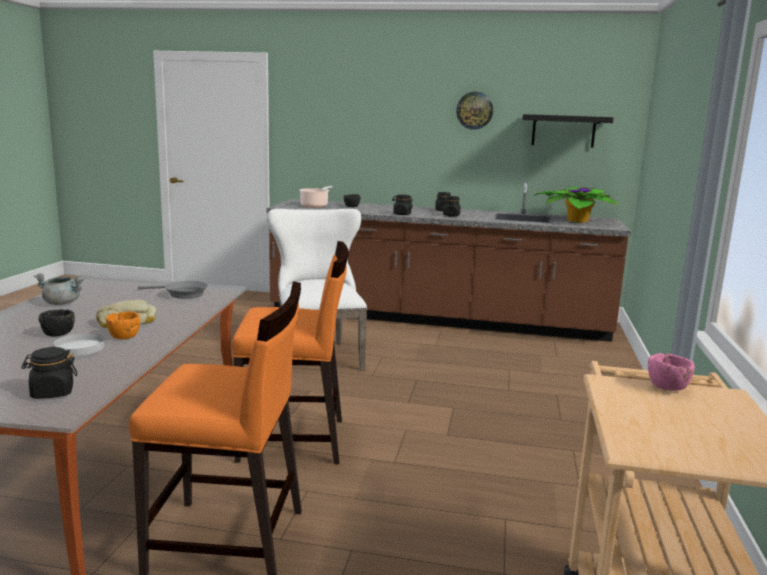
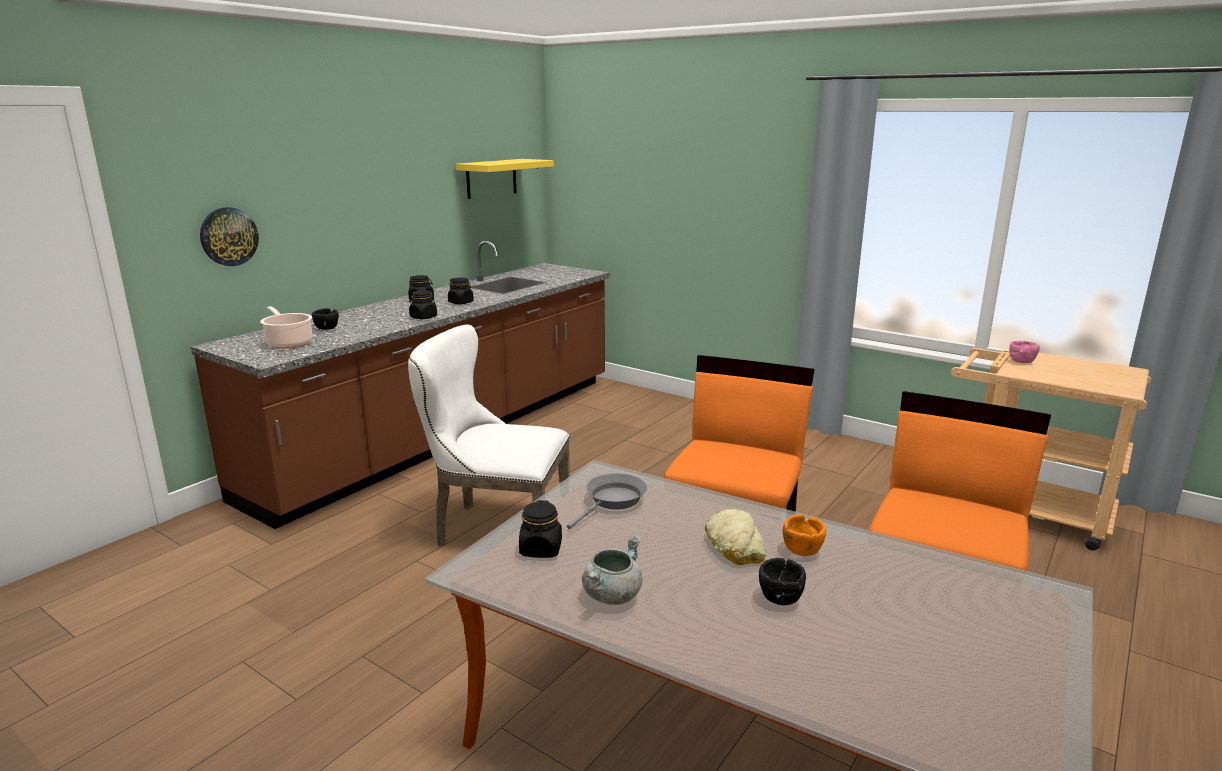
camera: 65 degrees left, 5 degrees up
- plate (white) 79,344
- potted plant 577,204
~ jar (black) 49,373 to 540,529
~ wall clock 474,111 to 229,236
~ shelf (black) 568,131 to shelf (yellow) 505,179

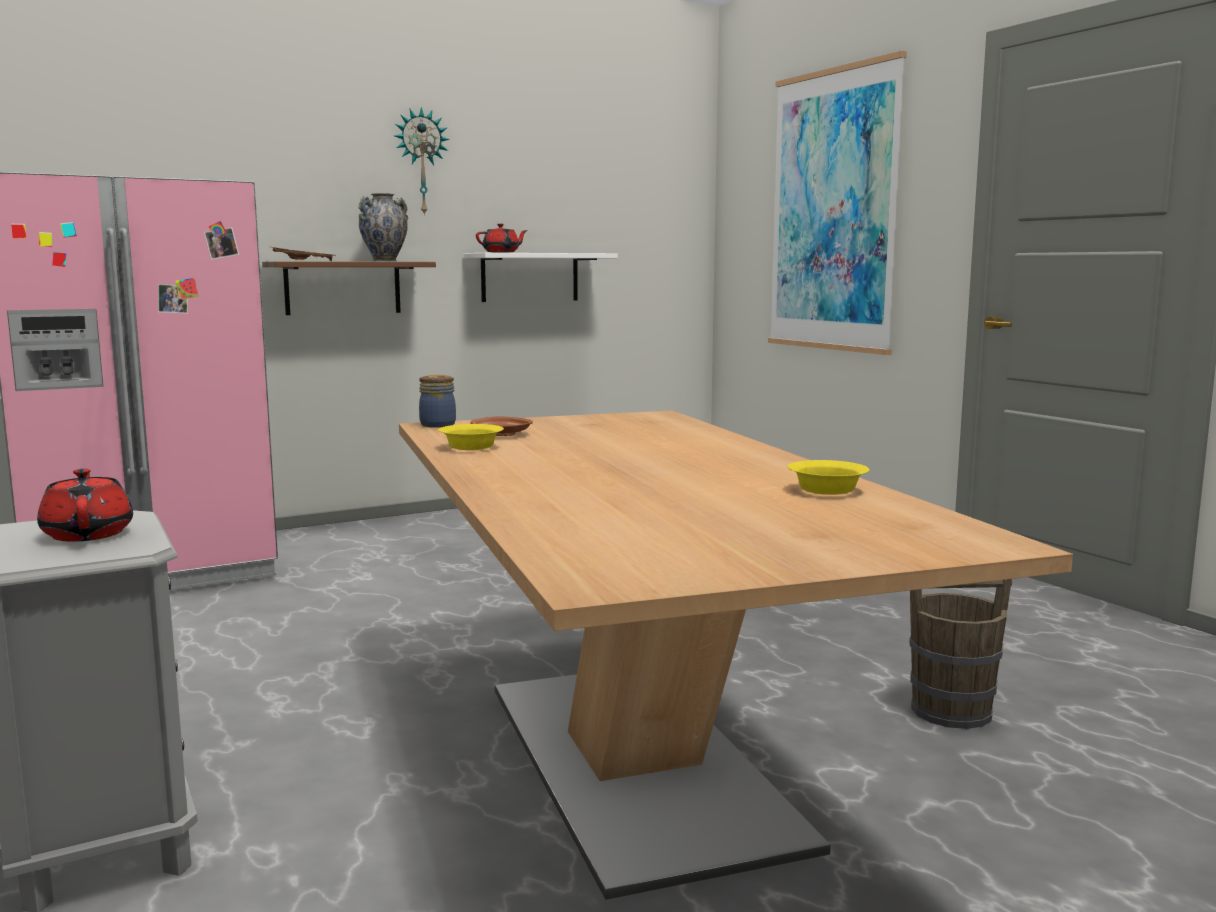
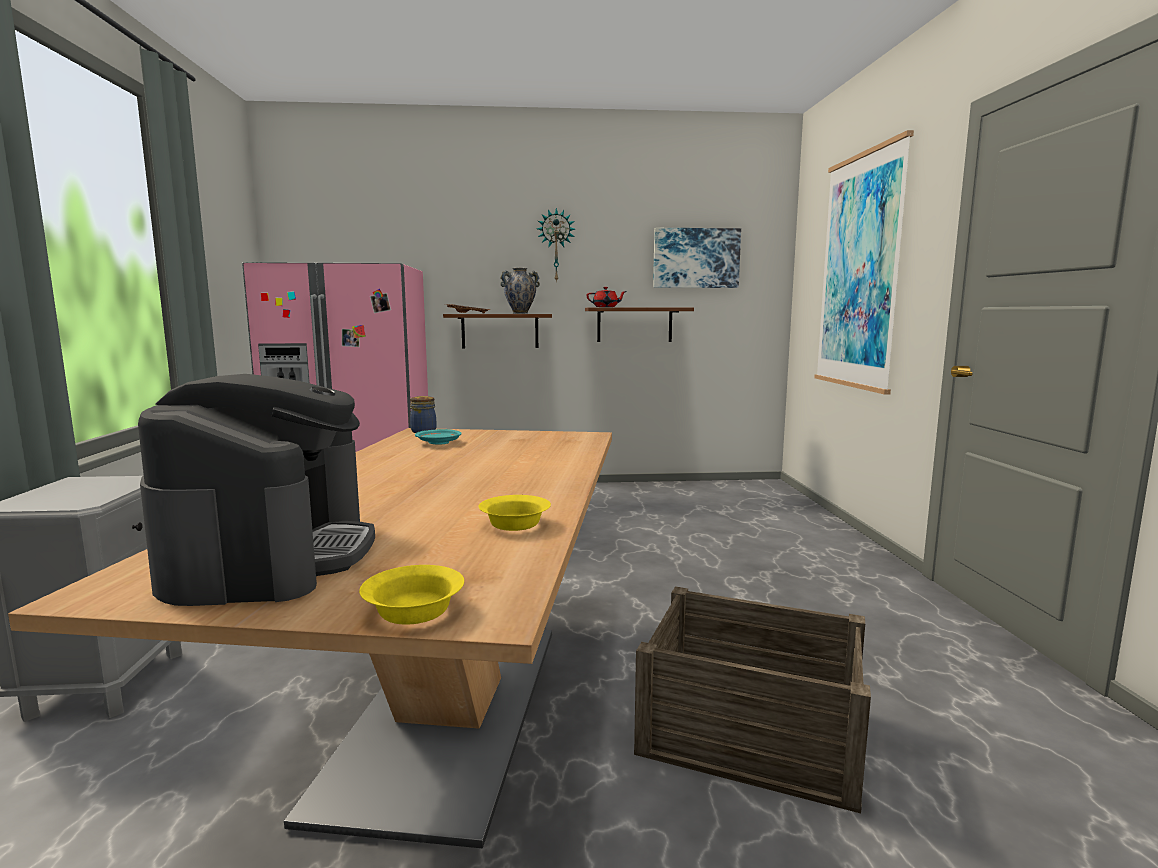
camera: 25 degrees right, 0 degrees up
- teapot (red) 85,505
+ coffee machine 256,490
+ picture 697,258
~ bowl (yellow) 471,437 to 411,595
~ bucket (brown) 961,654 to crate 752,699
~ shelf (white) 541,277 to shelf (brown) 639,324
~ plate (brown) 501,426 to plate (turquoise) 438,437

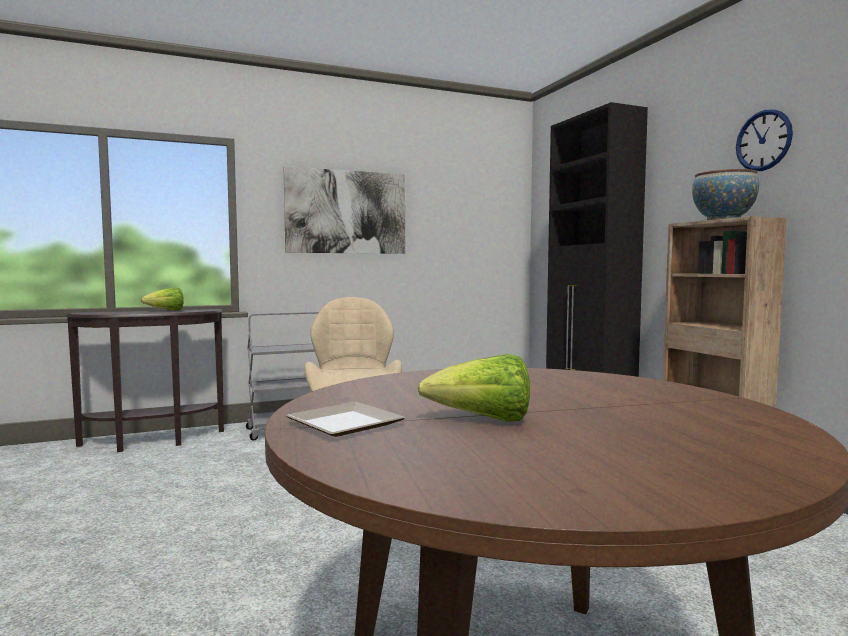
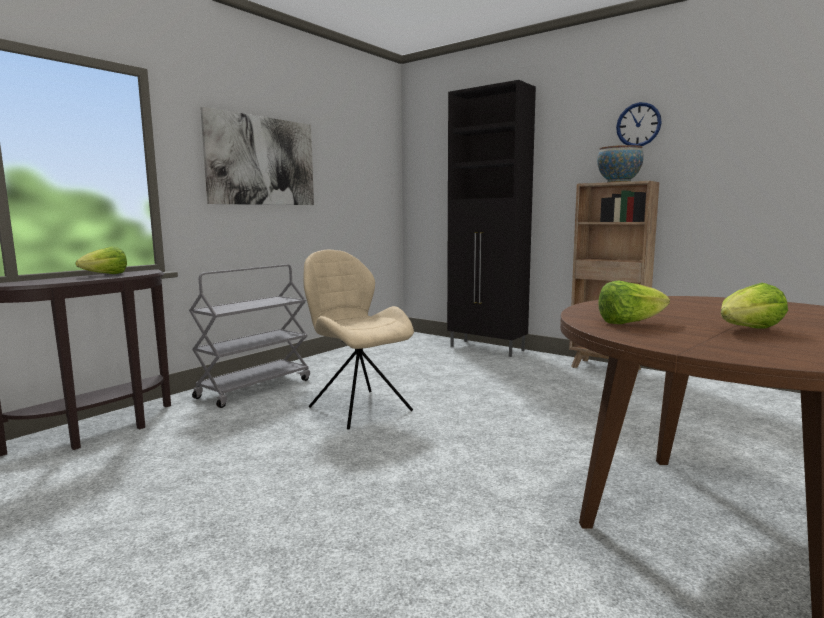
camera: 30 degrees left, 5 degrees up
- plate 345,419
+ lettuce 634,302

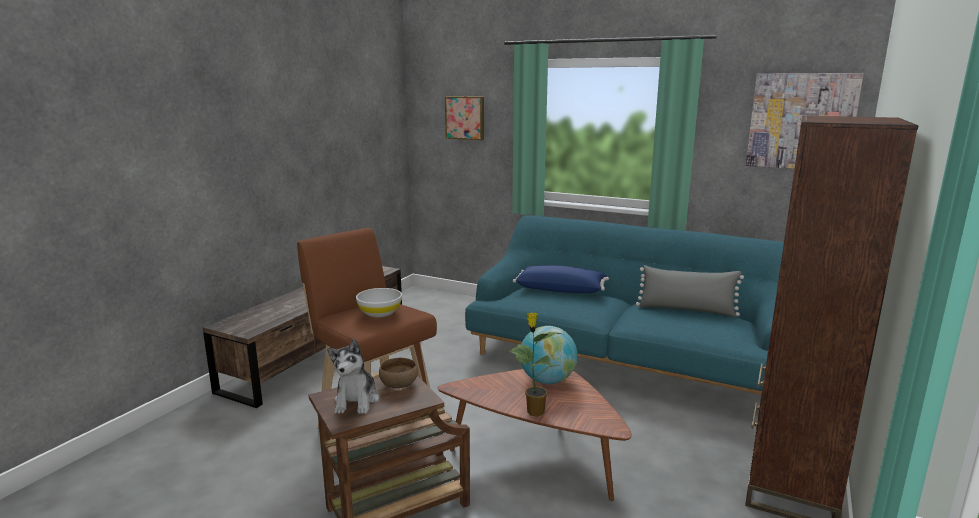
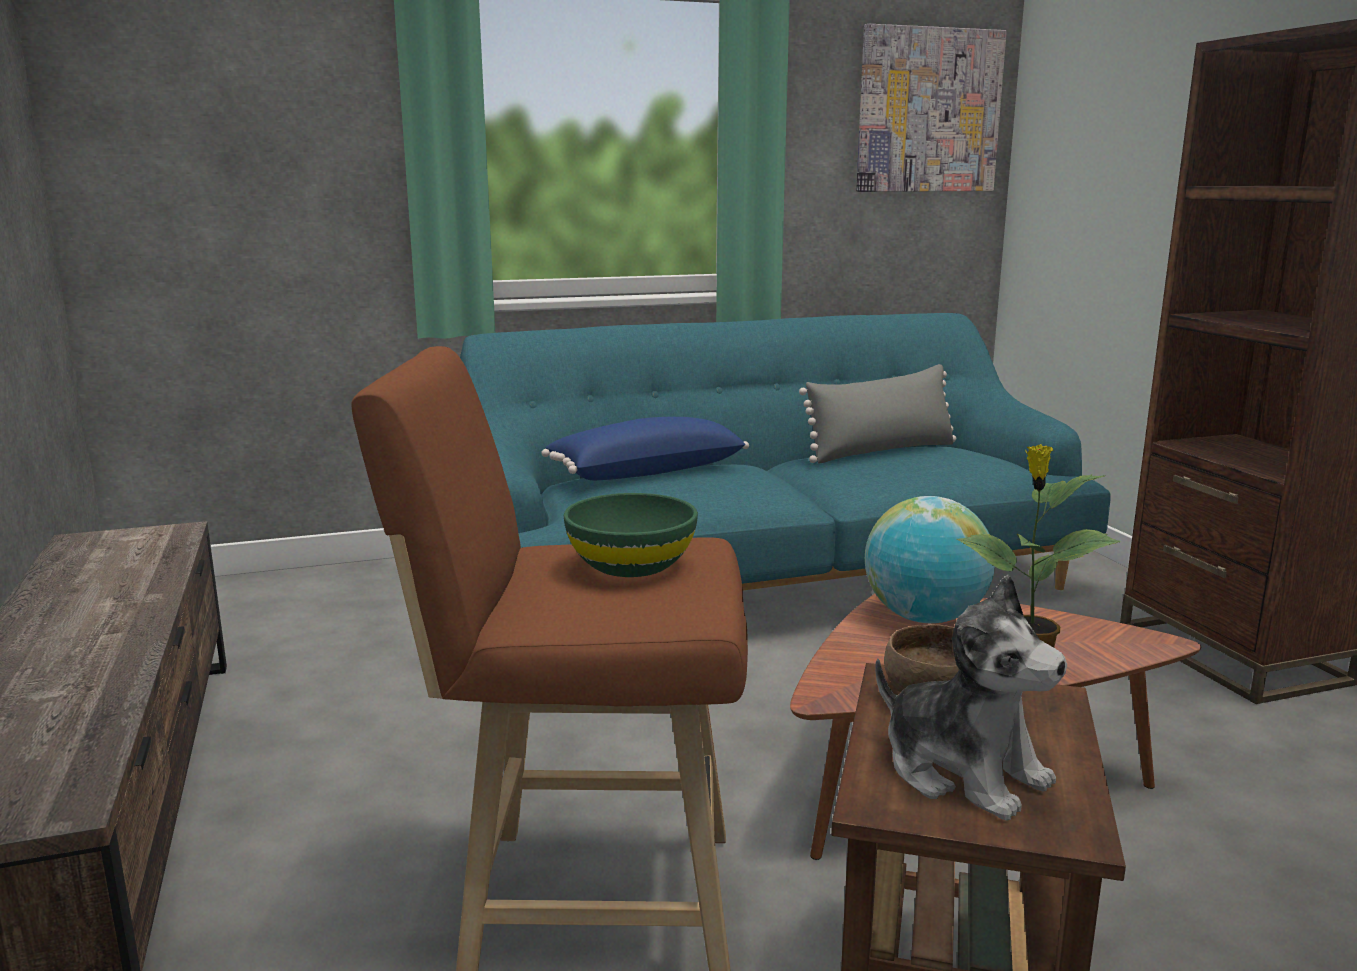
camera: 45 degrees left, 0 degrees up
- picture 464,118
~ bowl (white) 379,302 to bowl (green) 631,535

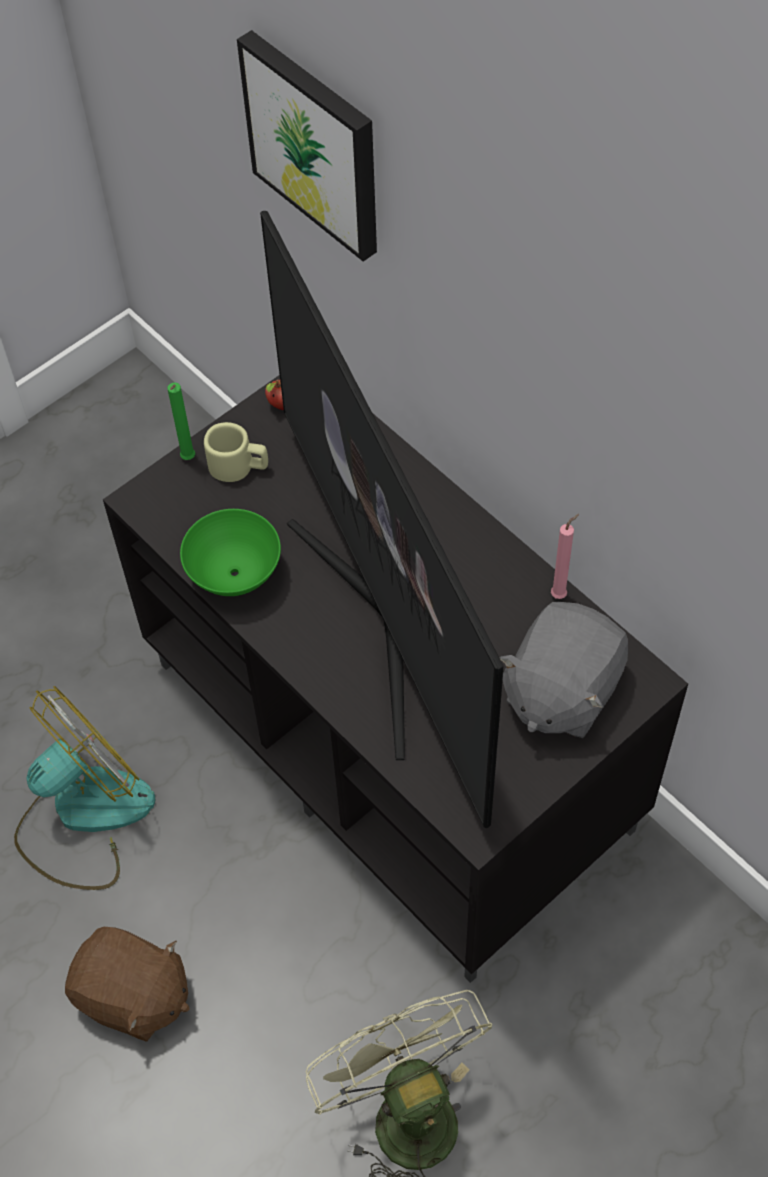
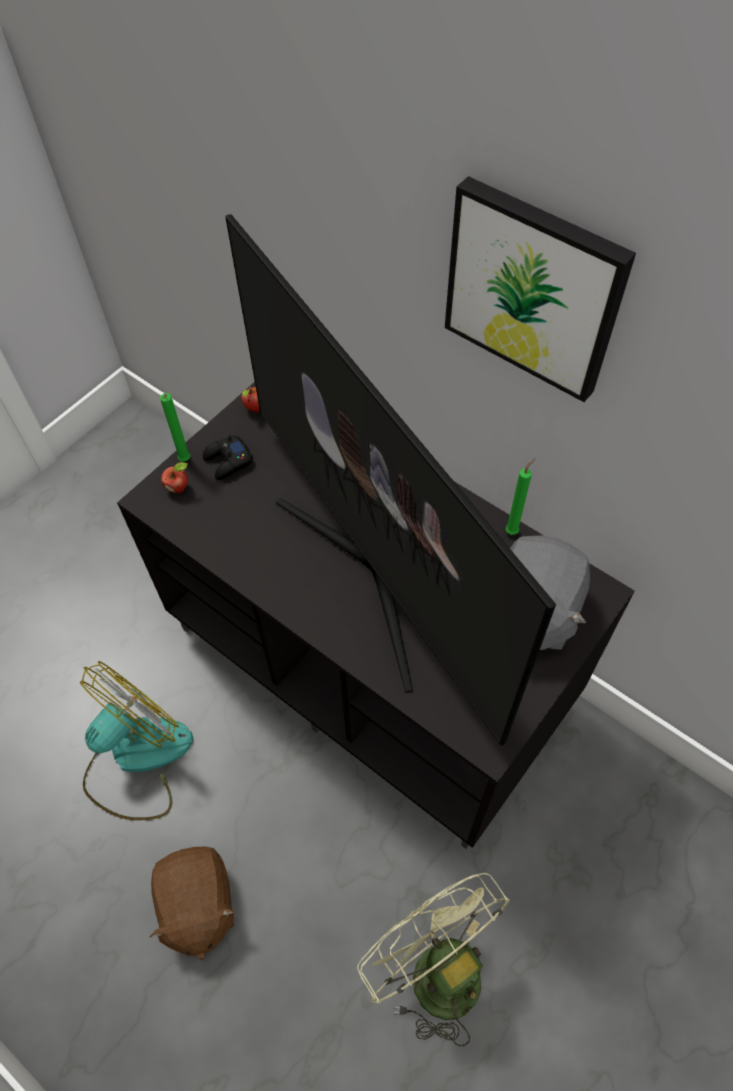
camera: 10 degrees left, 0 degrees up
- bowl (green) 230,552
+ apple 174,477
~ picture 307,145 to 540,289
~ mug (beige) 236,452 to game controller (black) 228,457
~ candle (pink) 565,556 to candle (green) 520,496
~ plush toy (brown) 127,984 = 192,903 60 degrees clockwise

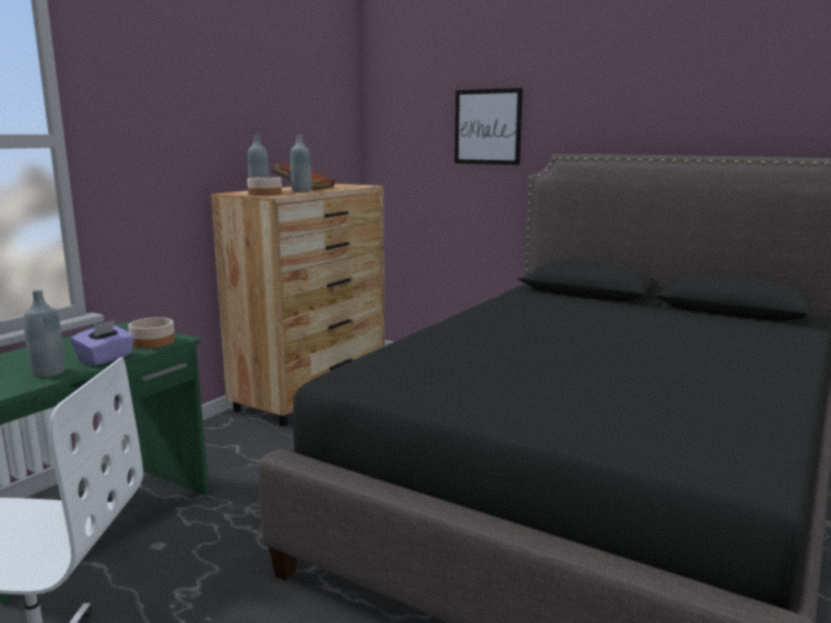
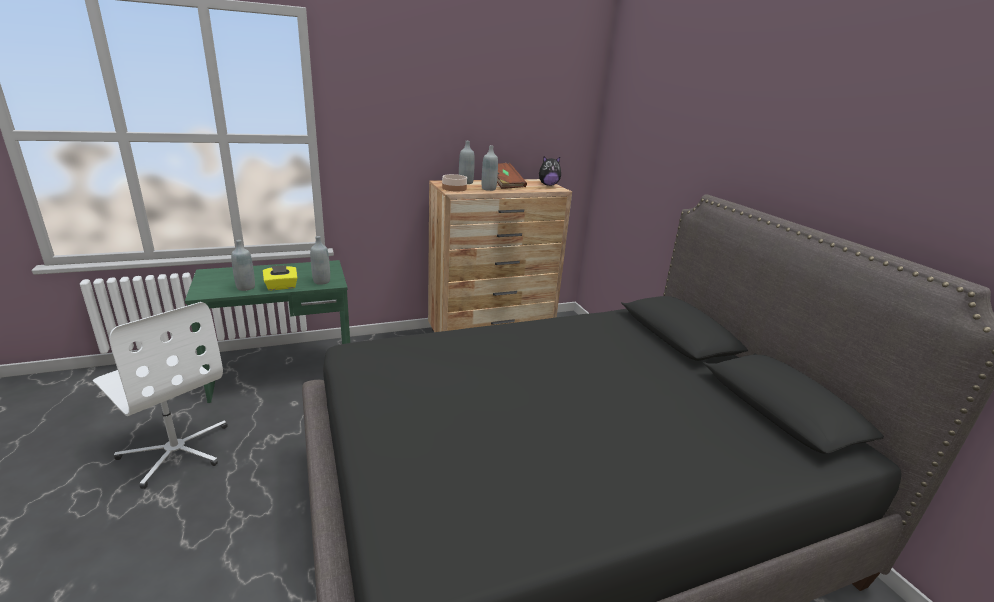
camera: 35 degrees right, 10 degrees up
- picture 489,126
+ plush toy 550,171
~ bowl 151,333 to bottle (grey) 320,260
~ tissue box (purple) 103,343 to tissue box (yellow) 280,277

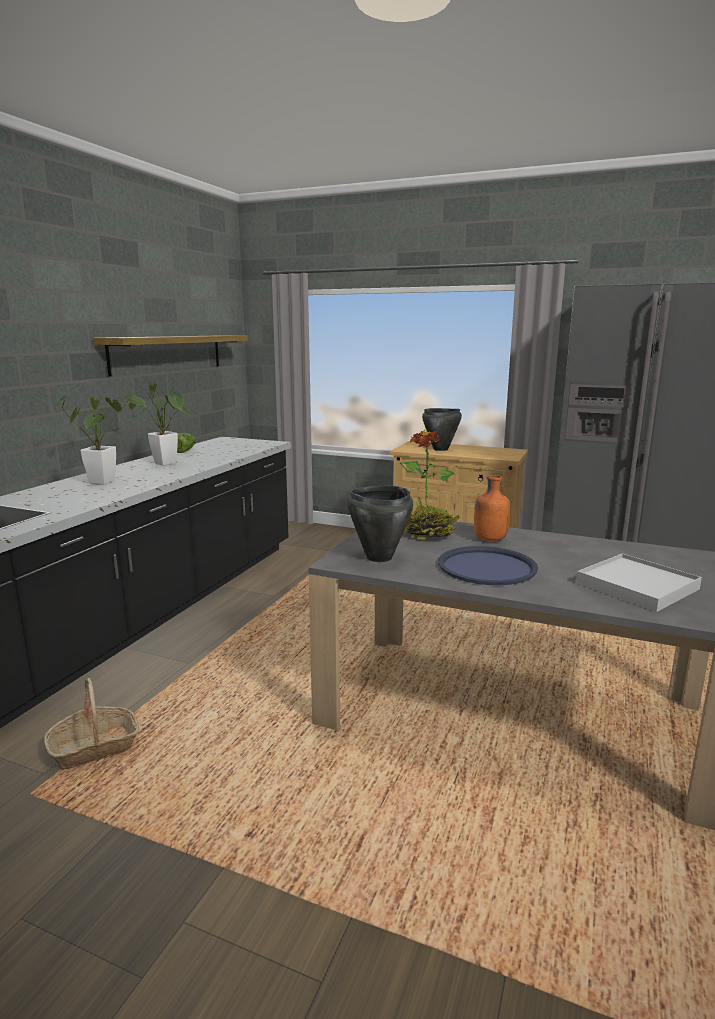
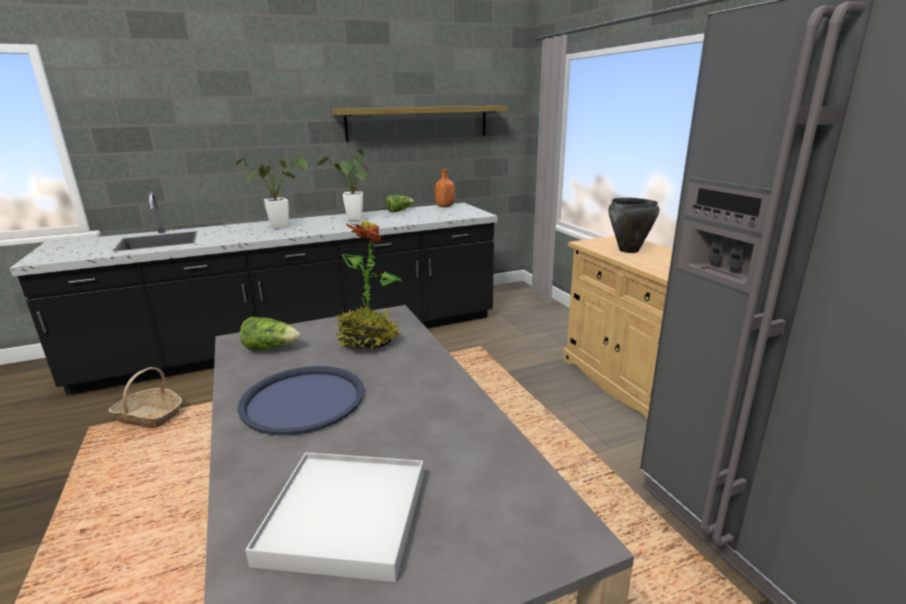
camera: 45 degrees right, 5 degrees up
~ bottle (orange) 492,508 to 445,188
~ cooking pot (black) 380,524 to lettuce 270,334

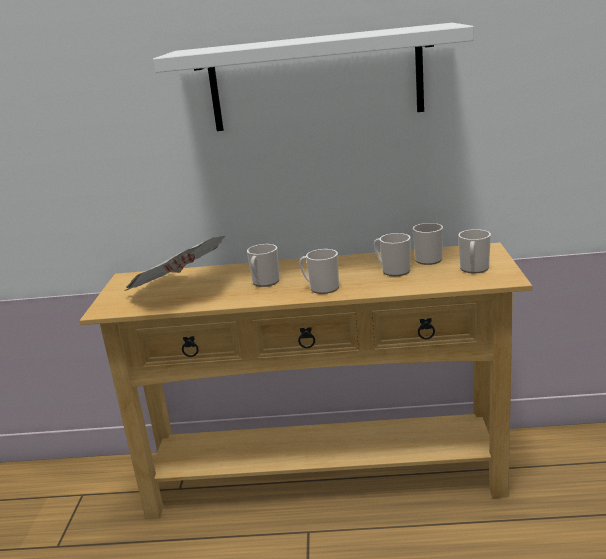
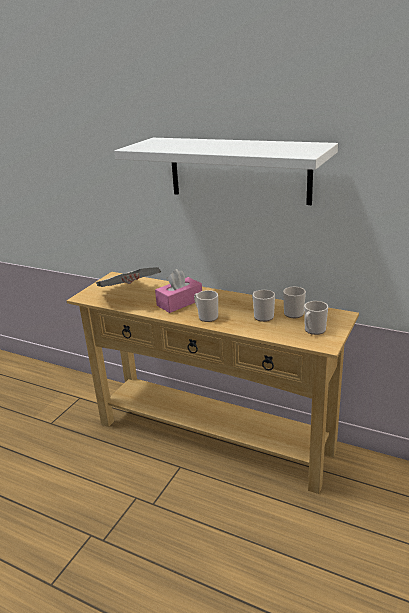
camera: 25 degrees right, 5 degrees up
~ mug 263,265 to tissue box (pink) 178,291

